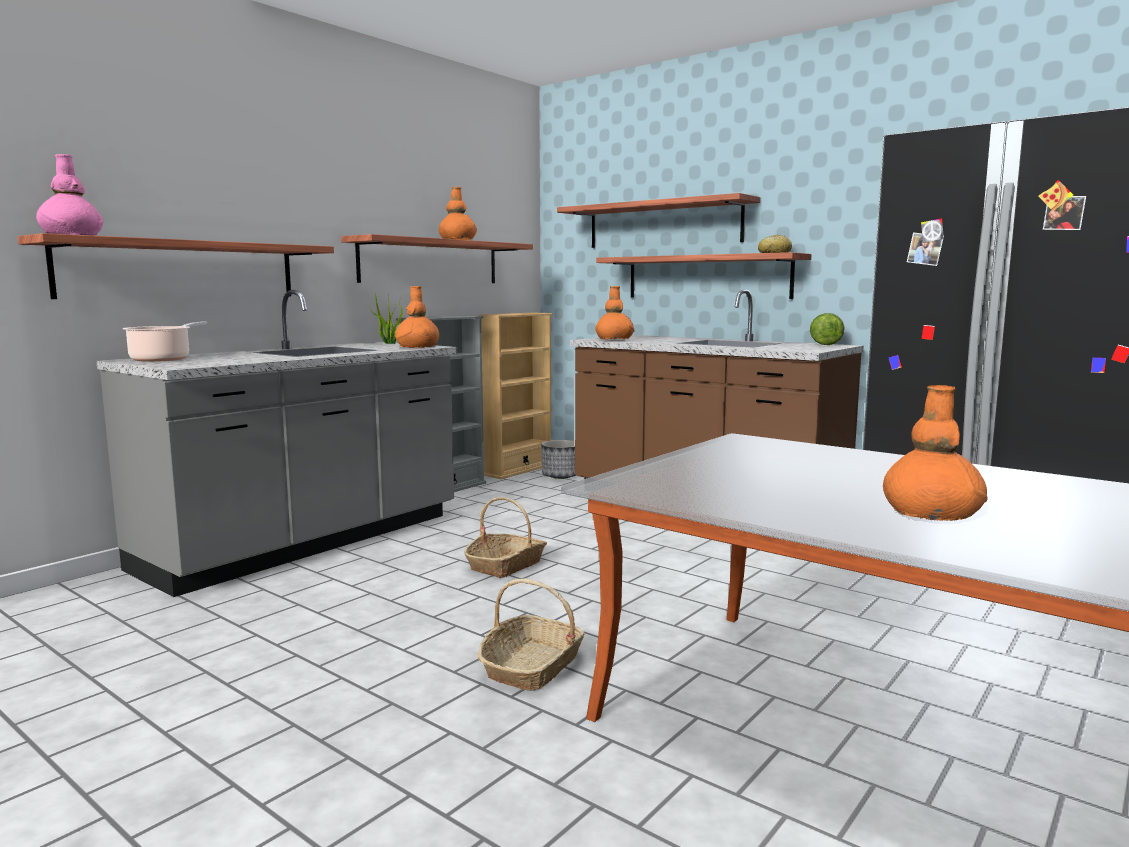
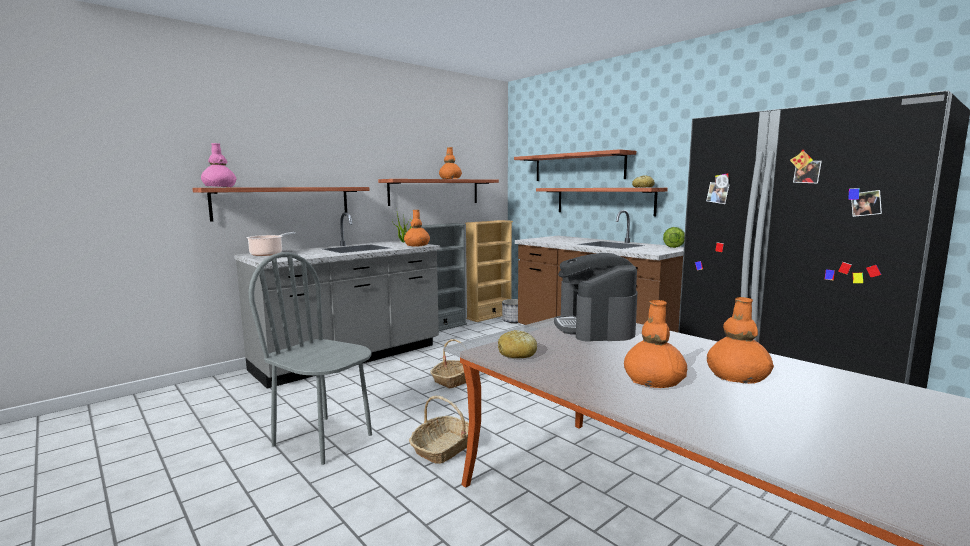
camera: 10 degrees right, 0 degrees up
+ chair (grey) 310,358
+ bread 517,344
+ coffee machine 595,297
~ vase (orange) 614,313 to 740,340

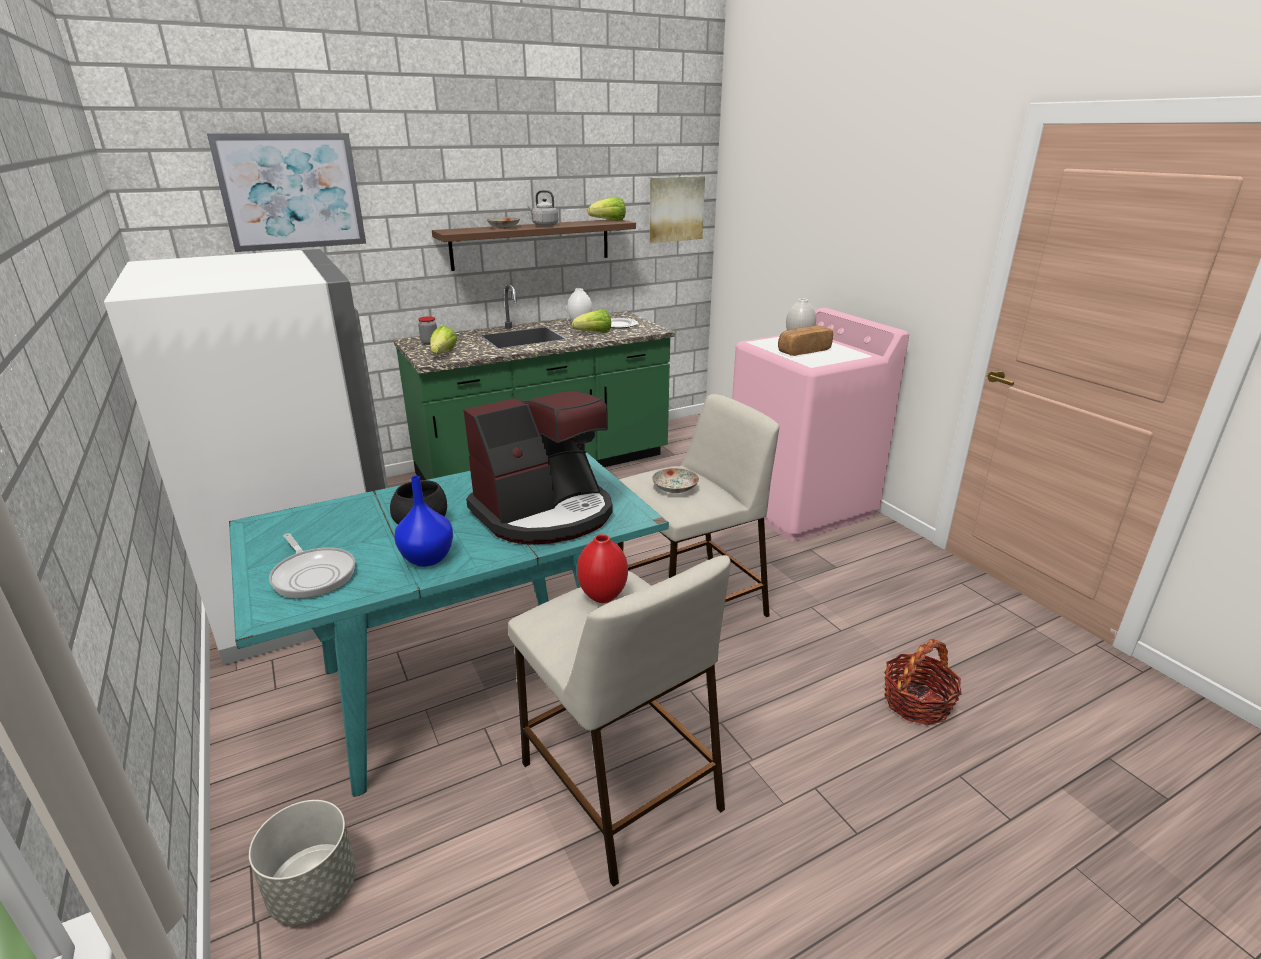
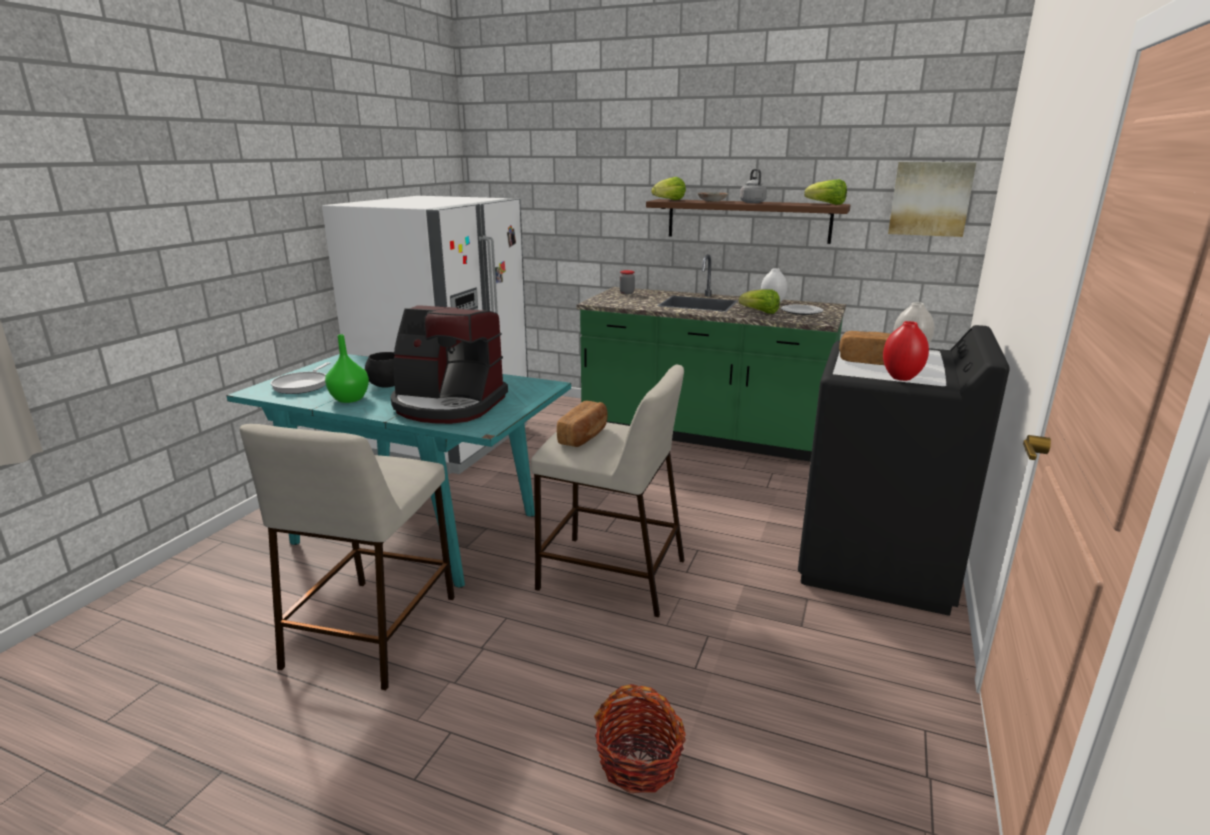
camera: 50 degrees right, 5 degrees down
- picture 286,192
- planter (grey) 303,862
~ lettuce 443,339 to 668,188
~ vase (red) 602,568 to 906,351
~ plate 675,480 to bread 582,424
~ vase (blue) 423,521 to vase (green) 347,368
~ washing machine (pink) 820,425 to washing machine (black) 904,470

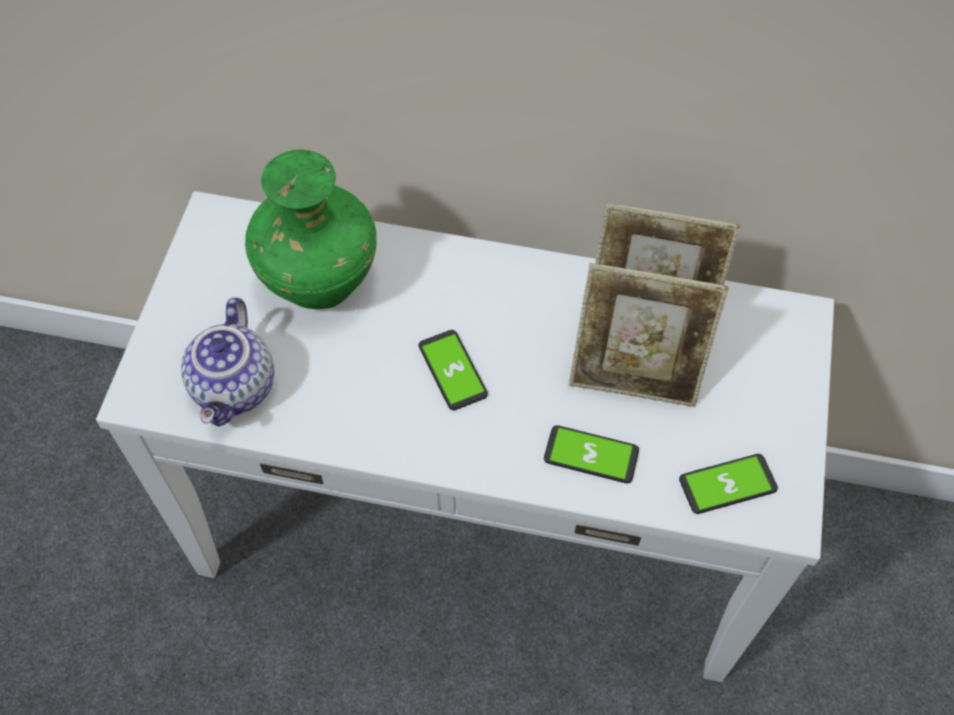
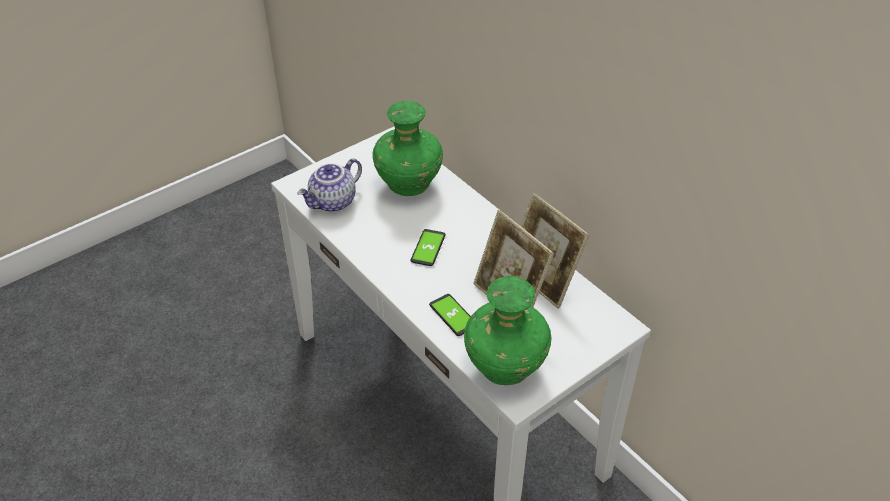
camera: 40 degrees right, 15 degrees down
~ phone 728,484 to vase (green) 507,330

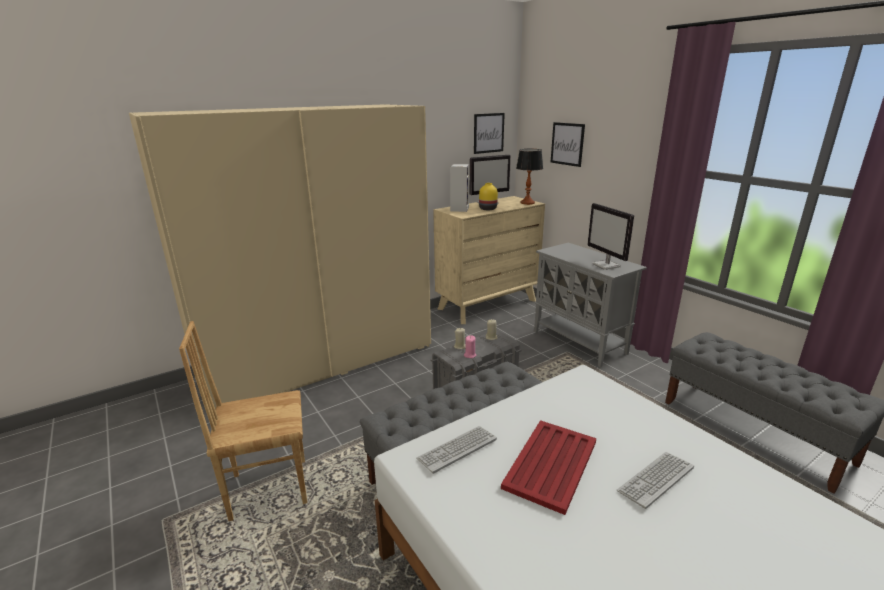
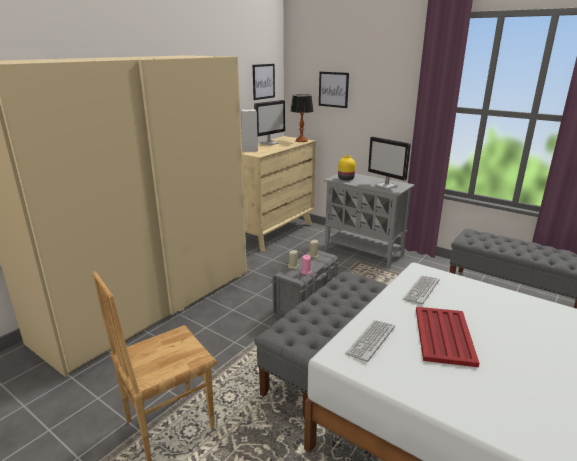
camera: 20 degrees left, 0 degrees up
~ vase (yellow) 488,196 to 346,168
~ keyboard 655,480 to 421,290

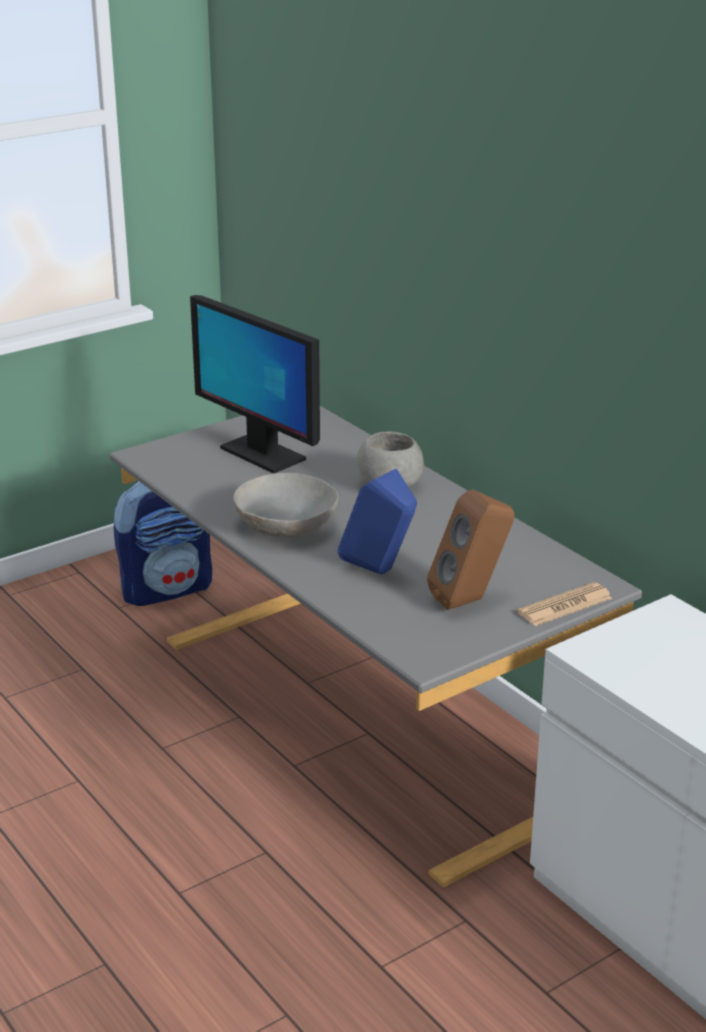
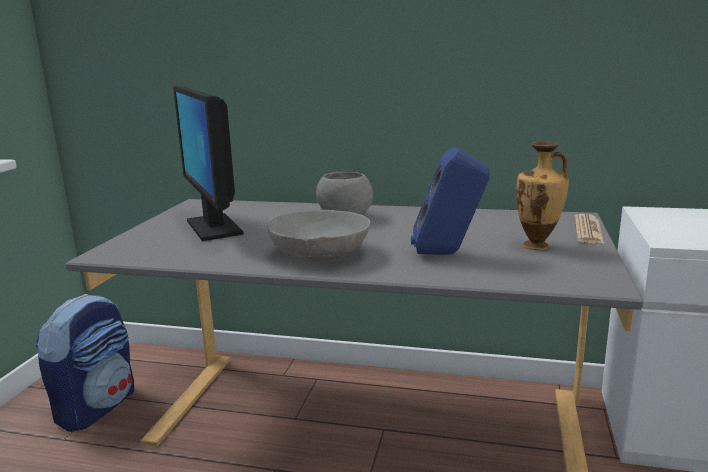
camera: 40 degrees left, 10 degrees down
~ speaker (brown) 470,549 to vase 542,196
~ monitor 255,384 = 208,163 60 degrees clockwise

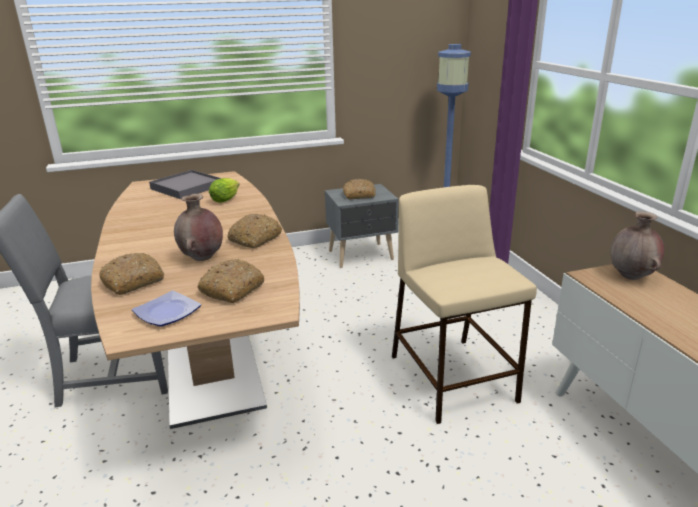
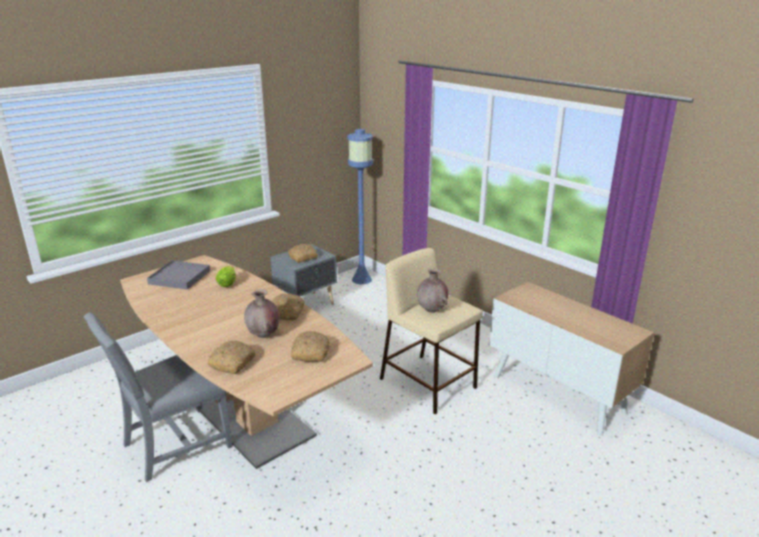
camera: 25 degrees left, 0 degrees up
- plate 166,308
~ vase (brown) 637,245 to 432,291

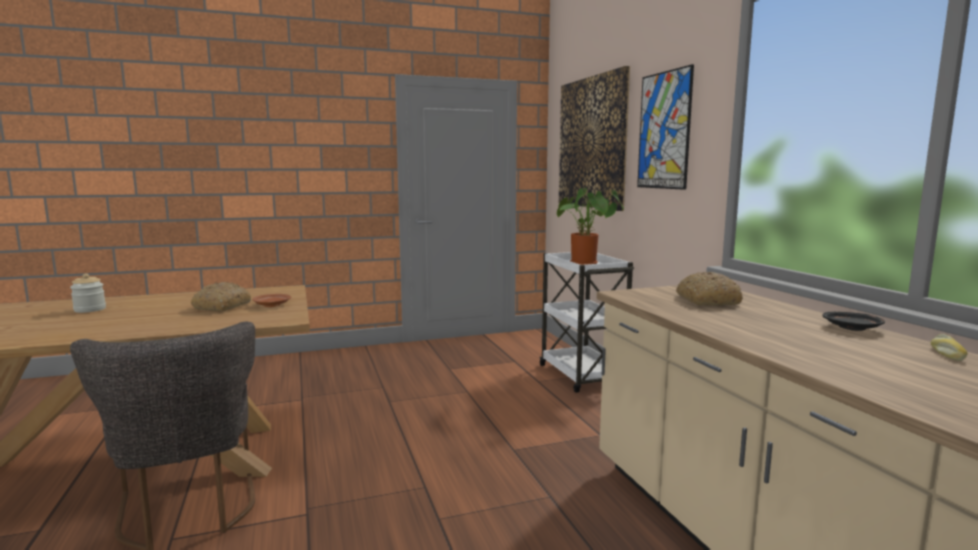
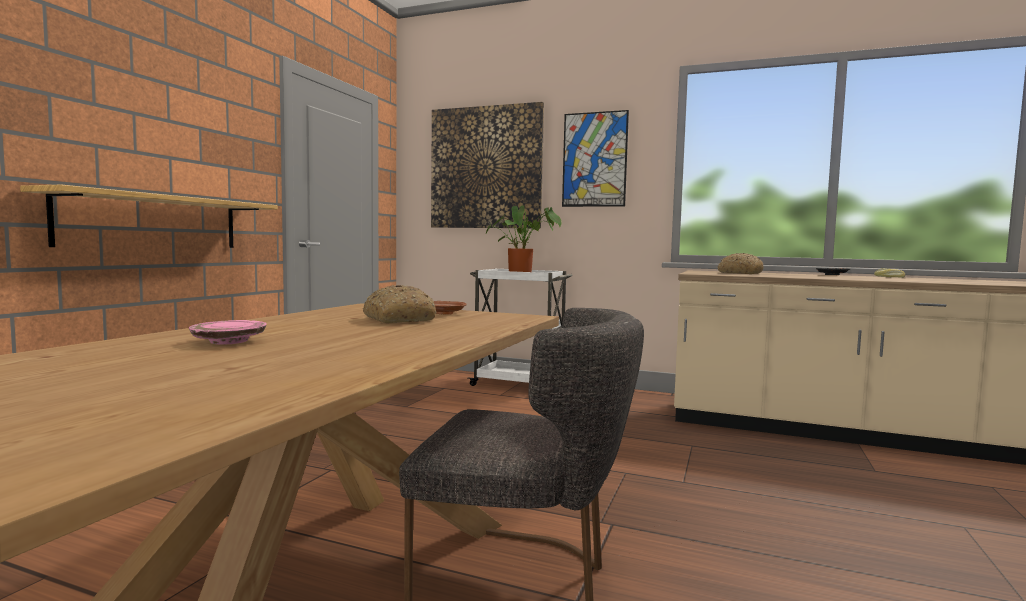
camera: 50 degrees left, 5 degrees down
+ shelf 149,216
~ jar 88,293 to plate (pink) 228,332

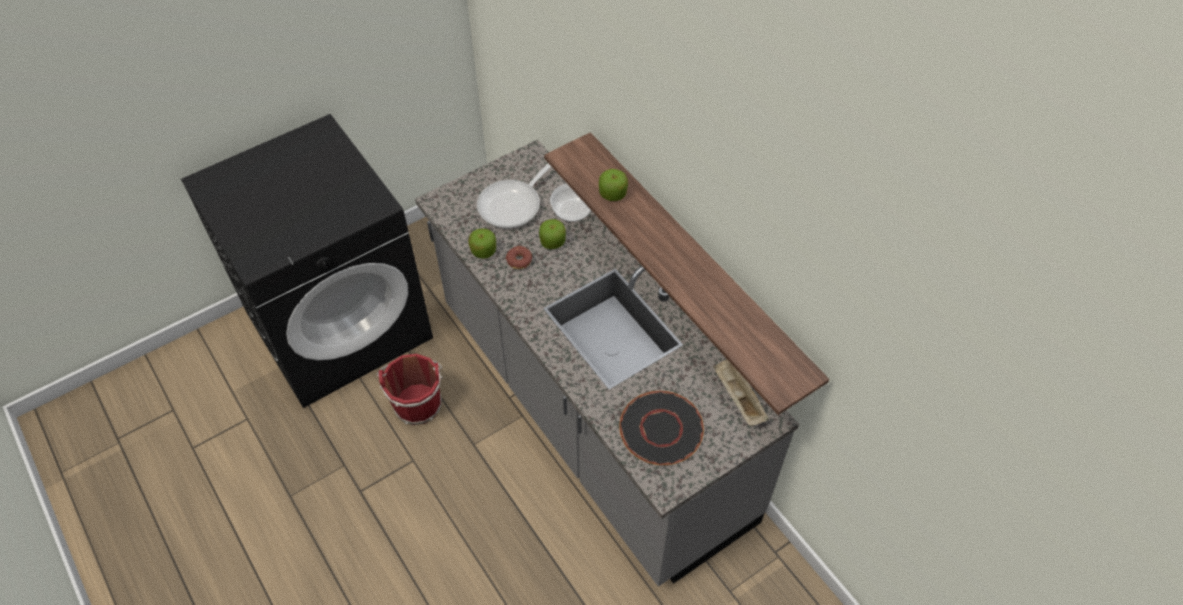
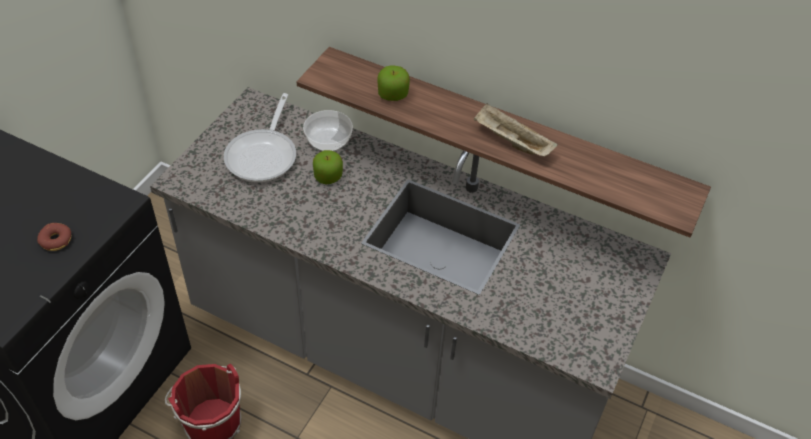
camera: 30 degrees left, 5 degrees down
- apple 482,244
- plate (black) 661,428
~ donut 519,257 to 54,237
~ tray (beige) 741,392 to 515,130

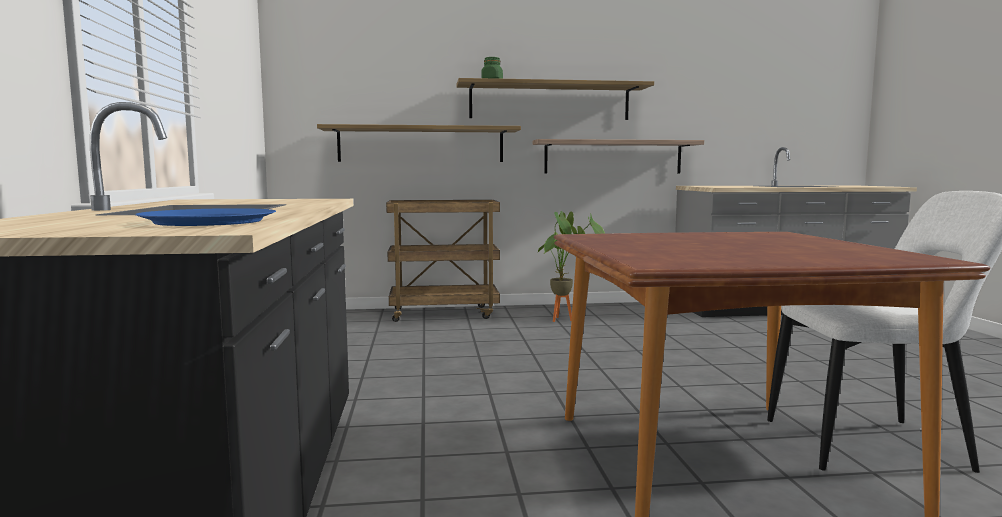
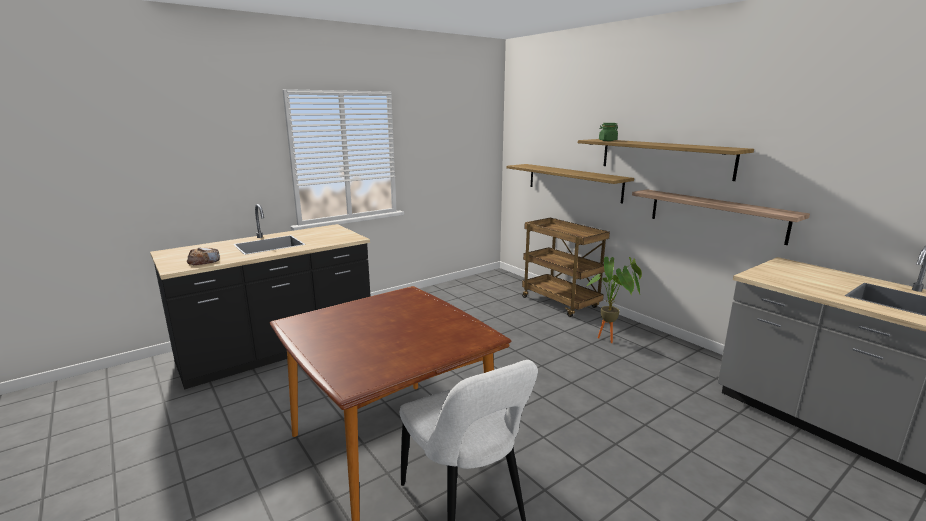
camera: 60 degrees right, 10 degrees up
~ plate (blue) 205,217 to bread 203,256

